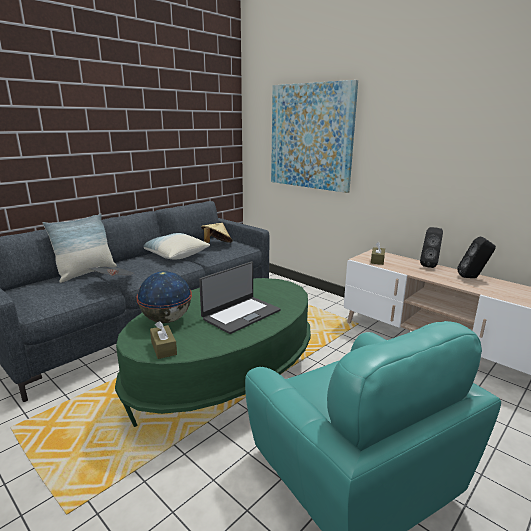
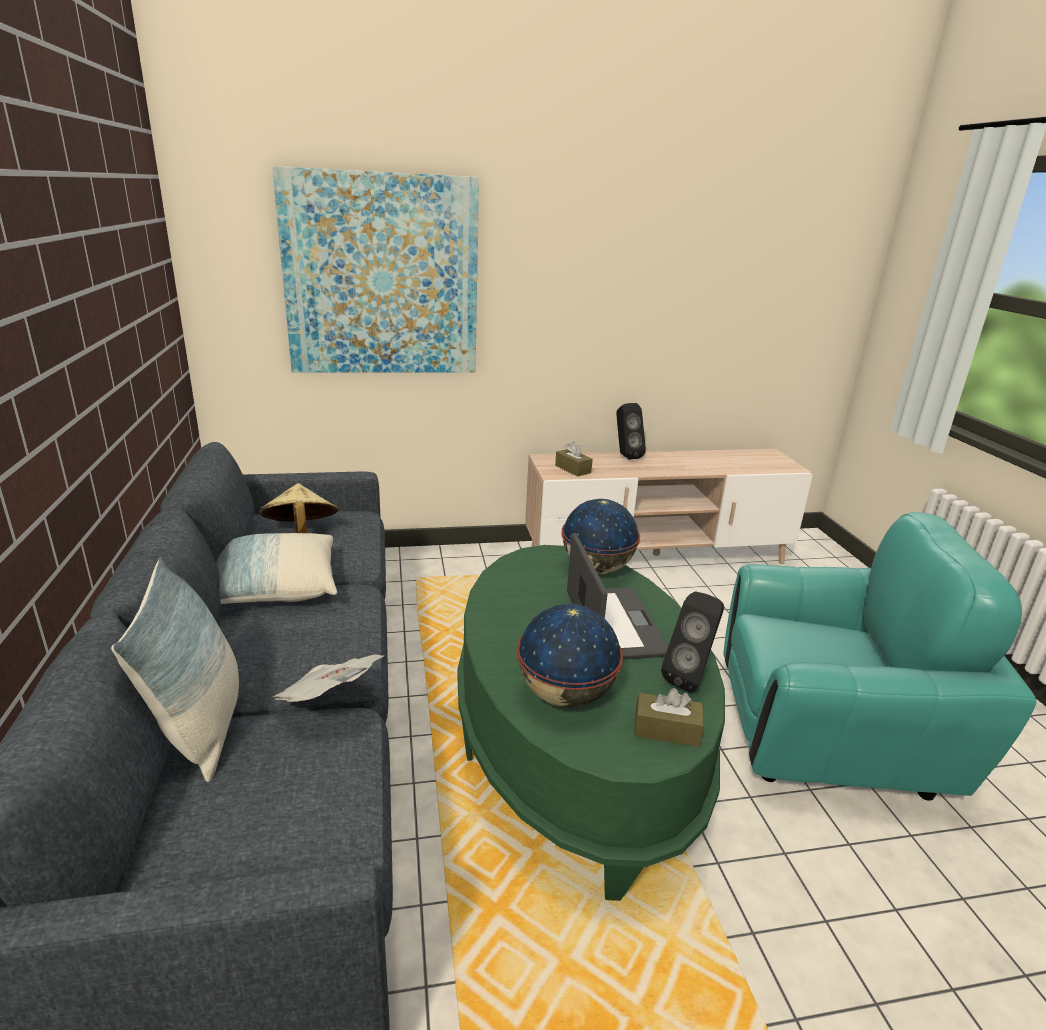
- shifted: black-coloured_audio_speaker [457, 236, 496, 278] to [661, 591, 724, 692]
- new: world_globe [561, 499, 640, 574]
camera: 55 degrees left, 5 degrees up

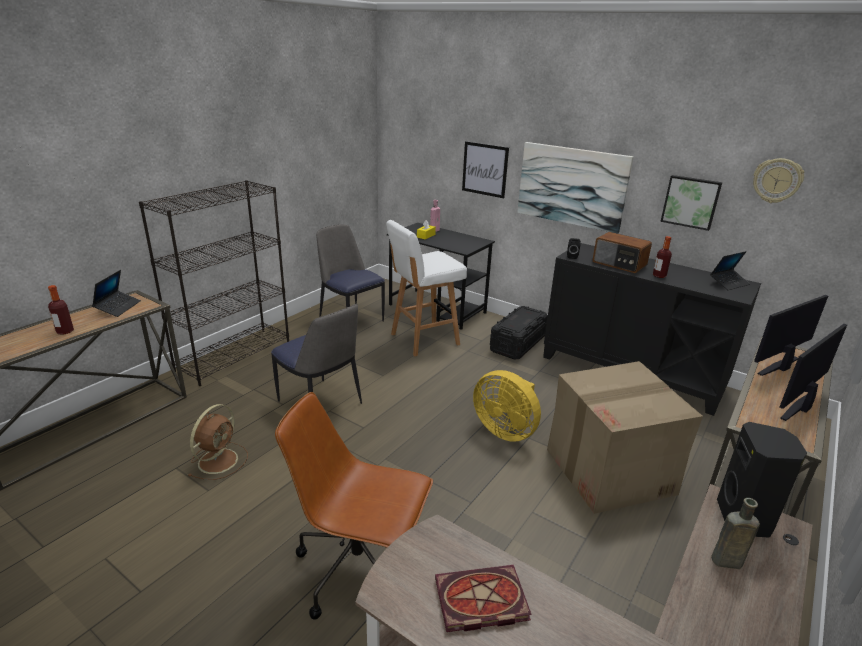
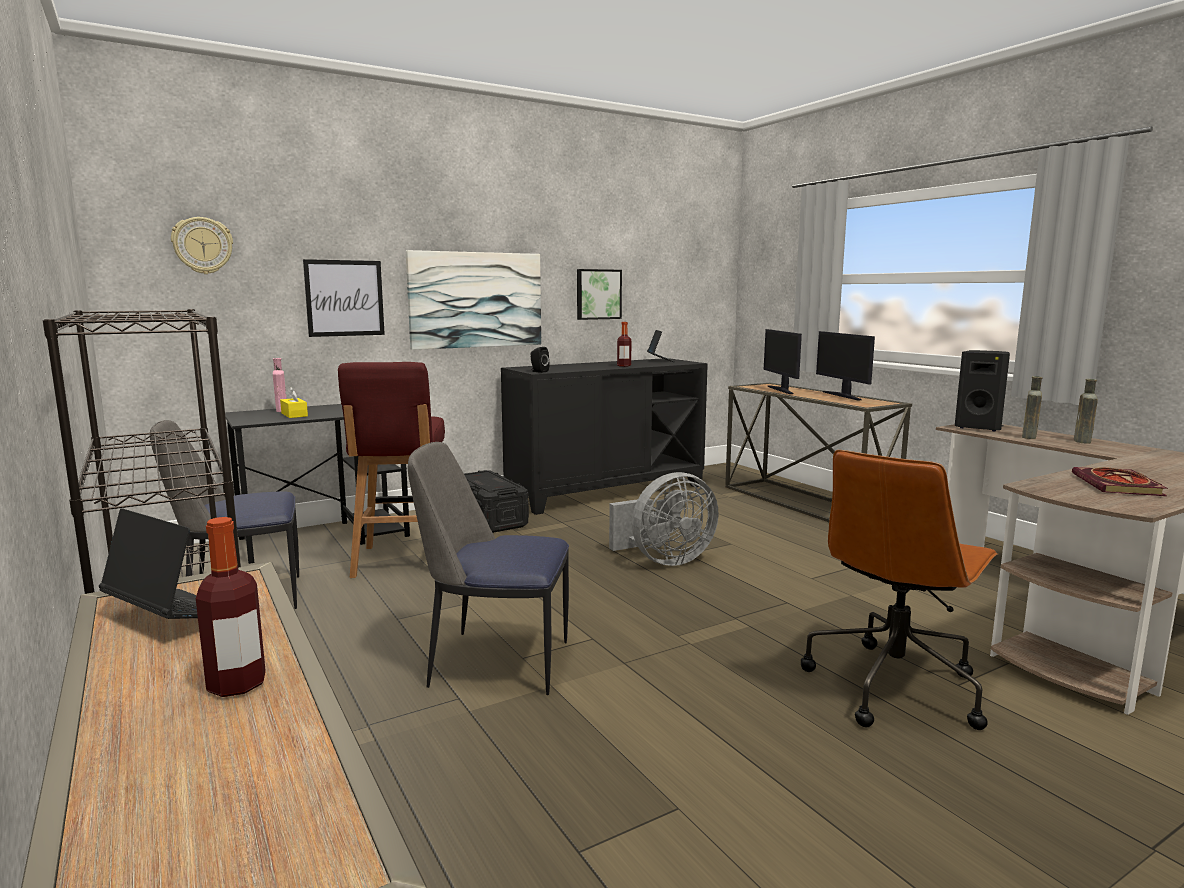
- gone: brown-coloured_cooling_fan [188, 404, 248, 480]
- rotated: chair [271, 304, 362, 404] = [408, 442, 569, 695] 150 degrees counterclockwise
- repainted: white_stool [386, 220, 467, 356] to red_stool [338, 362, 445, 578]
- repainted: yellow-coloured_cooling_fan [473, 370, 541, 442] to gray_cooling_fan [609, 472, 719, 566]
- gone: packing_box [547, 361, 703, 514]
- gone: radio_receiver [593, 232, 652, 273]
- shifted: clock_on_the_wall [753, 158, 804, 203] to [171, 217, 233, 274]
- new: brown-coloured_bottle [1074, 379, 1098, 444]
camera: 65 degrees left, 15 degrees down

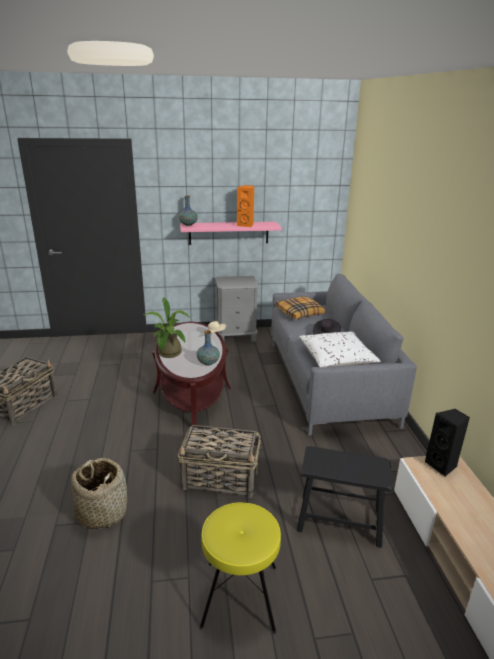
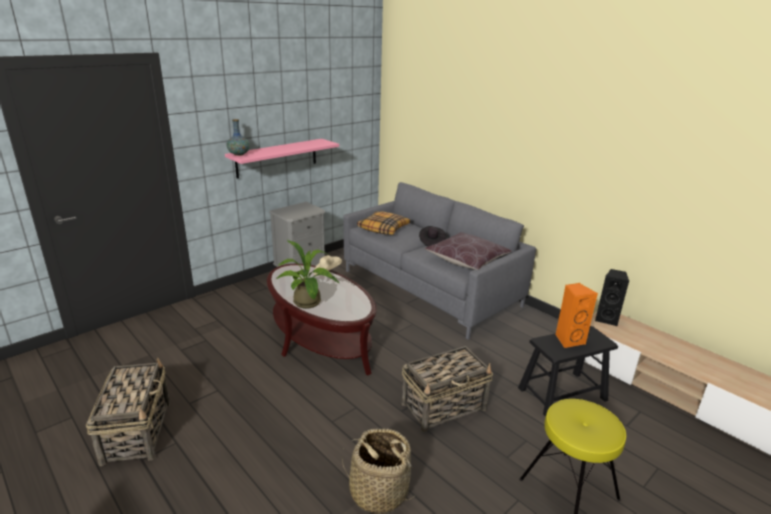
- gone: vase [197, 330, 220, 365]
- shifted: orangey_audio_speaker [237, 185, 254, 227] to [555, 283, 598, 348]
- repainted: white_pillow [299, 332, 381, 368] to brown-coloured_pillow [425, 232, 512, 270]
camera: 35 degrees left, 0 degrees up

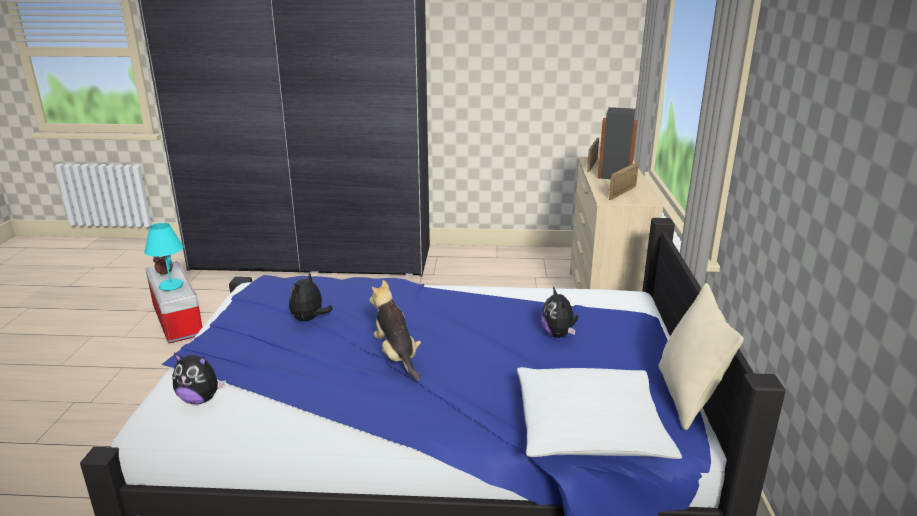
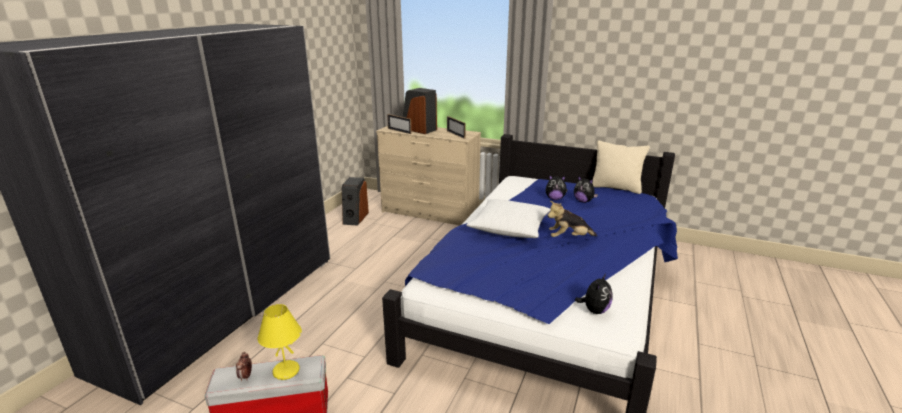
- repainted: turquoise_tabletop_lamp [144, 223, 184, 291] to yellow-coloured_tabletop_lamp [257, 304, 302, 380]
- shifted: plush_toy [289, 271, 333, 321] to [574, 176, 598, 203]
- shifted: white_pillow [517, 367, 682, 459] to [466, 199, 551, 238]
- new: audio_speaker [342, 177, 369, 226]
camera: 70 degrees left, 0 degrees up

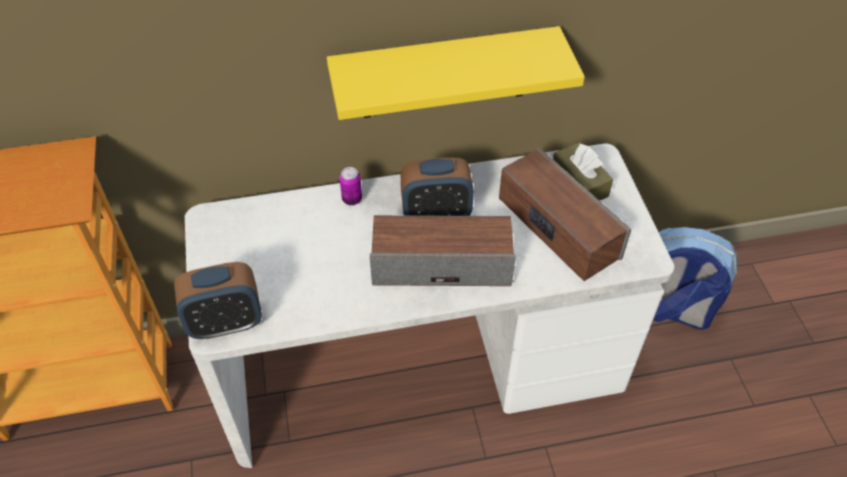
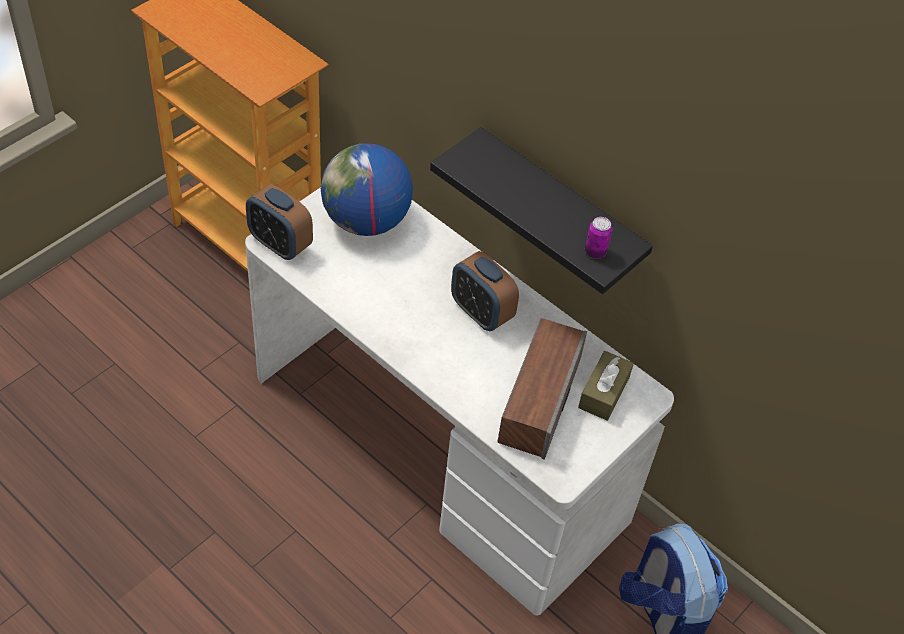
- repainted: yellow-coloured_wall_shelf [327, 26, 585, 120] to black-coloured_wall_shelf [430, 127, 653, 294]
- shifted: sealed_can [339, 167, 362, 205] to [585, 217, 612, 259]
- gone: audio_speaker [370, 215, 516, 286]
- new: world_globe [321, 143, 413, 236]
camera: 50 degrees right, 0 degrees up

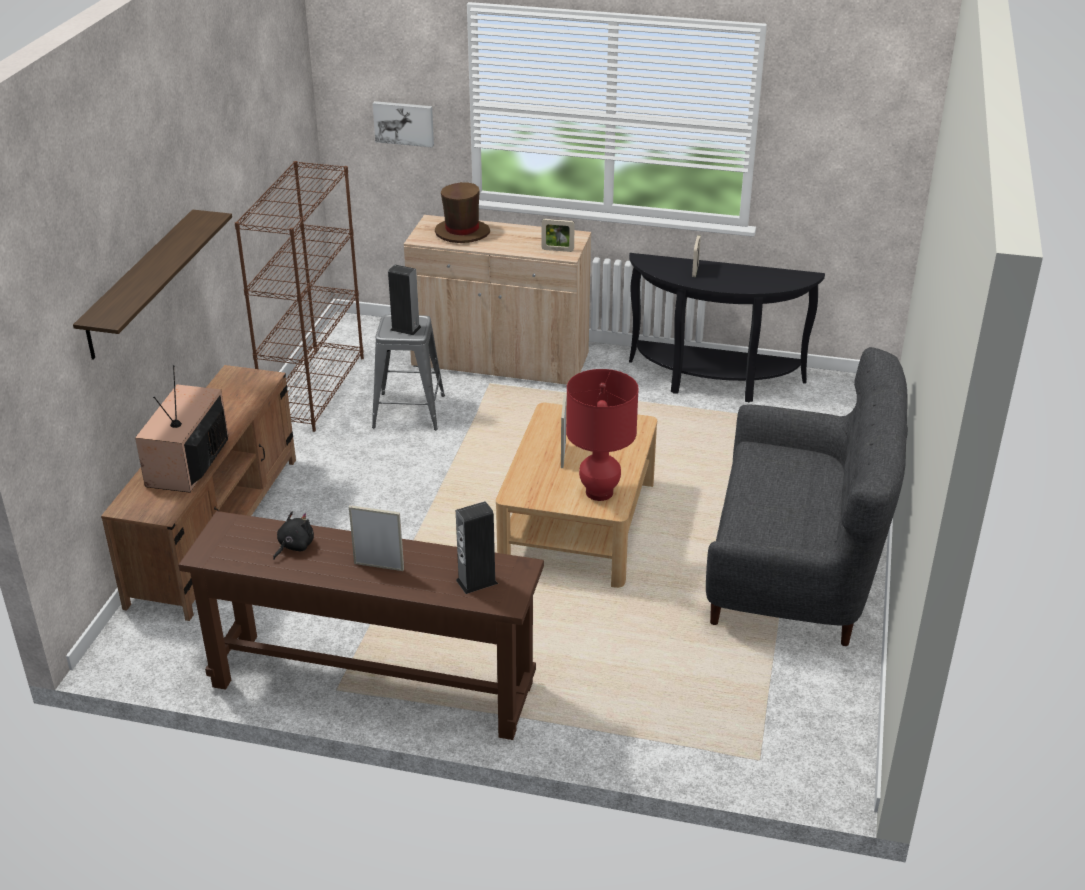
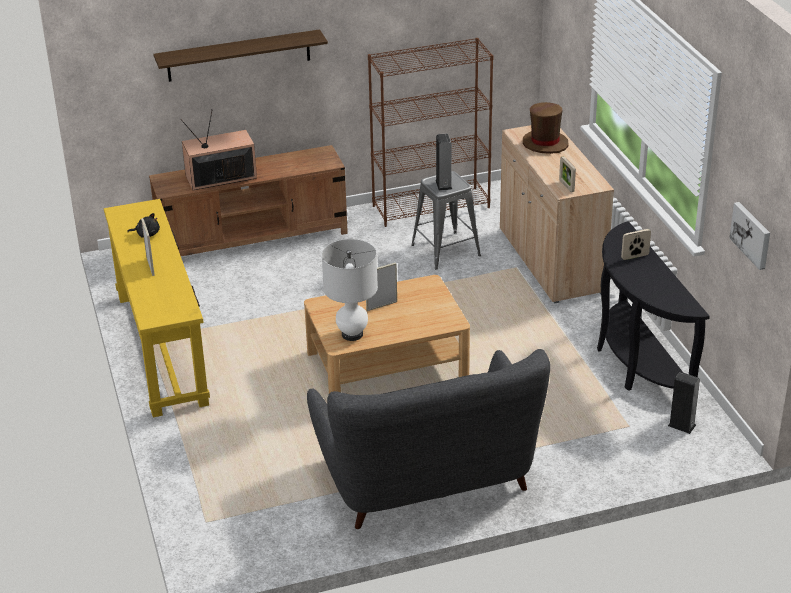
- repainted: brown-coloured_console_table [178, 511, 544, 740] to yellow-coloured_console_table [104, 199, 210, 417]
- shifted: wall_art [373, 101, 434, 147] to [729, 202, 770, 270]
- shifted: audio_speaker [456, 501, 498, 594] to [668, 372, 700, 434]
- repainted: red_tabletop_lamp [566, 369, 639, 501] to white_tabletop_lamp [322, 239, 378, 341]
camera: 60 degrees right, 0 degrees up

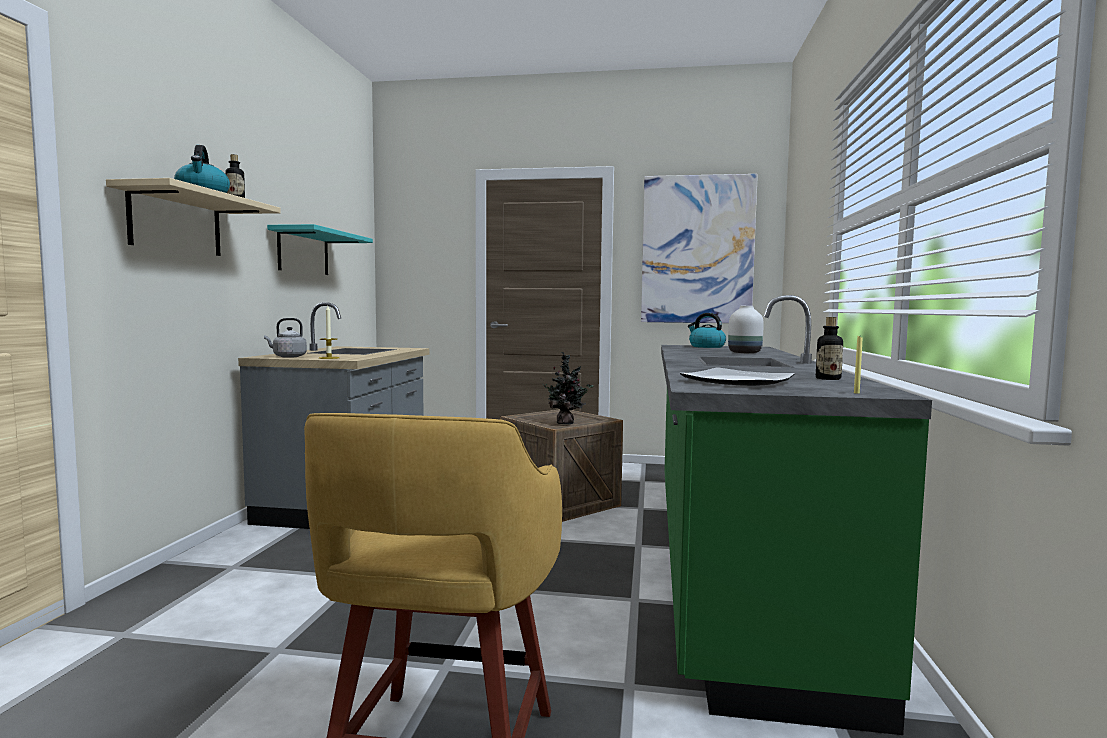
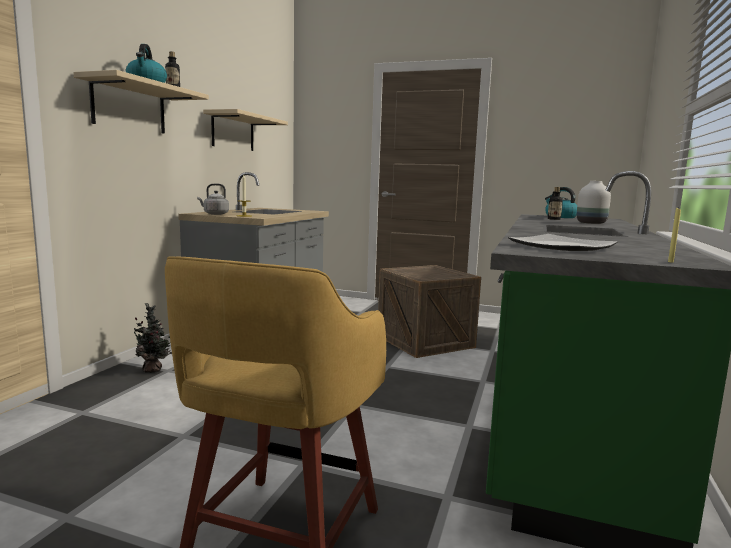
- repainted: turquoise_wall_shelf [267, 224, 373, 275] to beige_wall_shelf [203, 109, 288, 151]
- shifted: plant_in_a_pot [542, 352, 594, 424] to [134, 303, 172, 373]
- gone: wall_art [641, 174, 758, 323]
- shifted: bottle [816, 317, 843, 380] to [548, 187, 563, 220]
camera: 10 degrees right, 5 degrees up

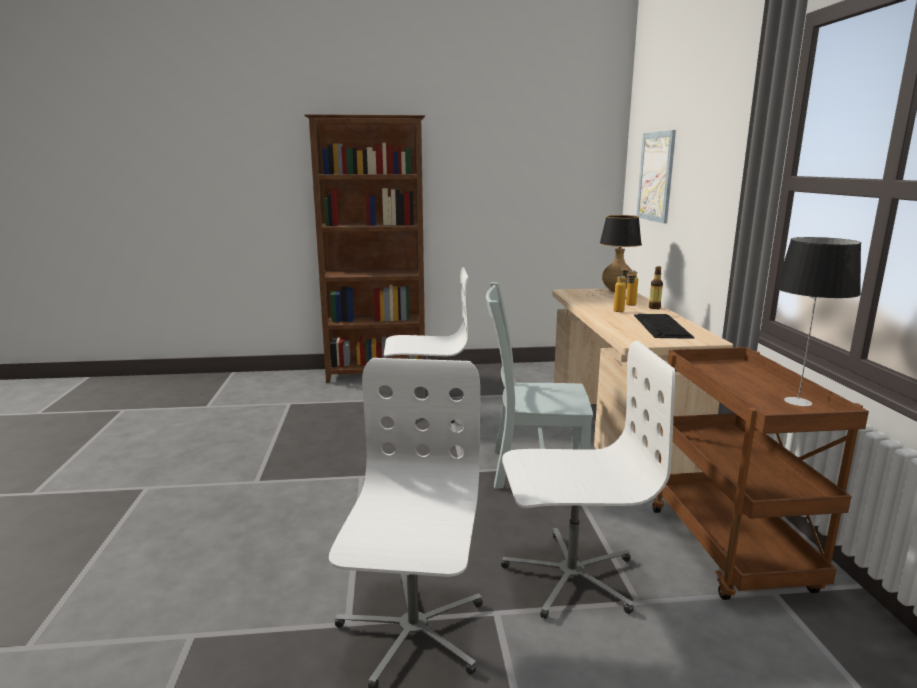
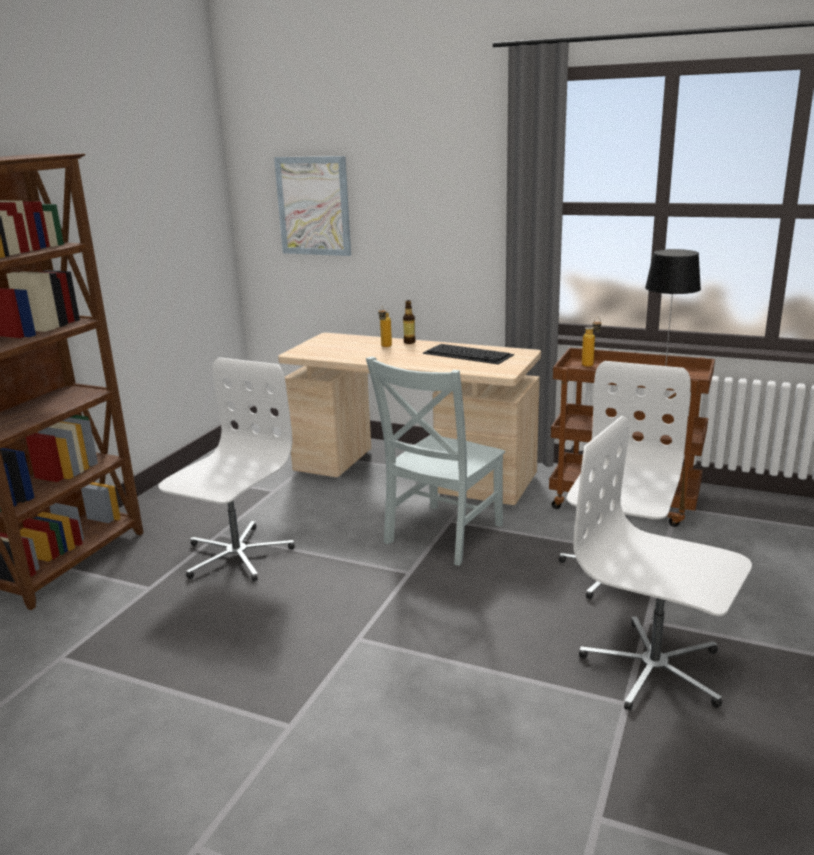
- gone: tabletop_lamp [589, 215, 642, 299]
- shifted: bottle [614, 270, 636, 312] to [582, 317, 601, 367]
camera: 60 degrees left, 5 degrees up

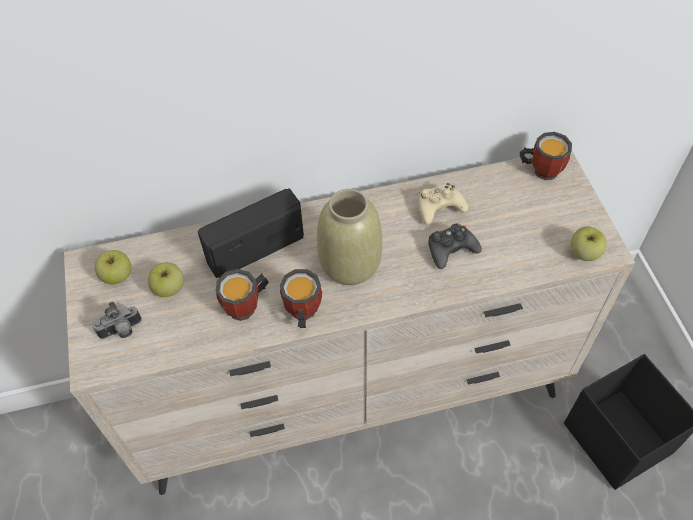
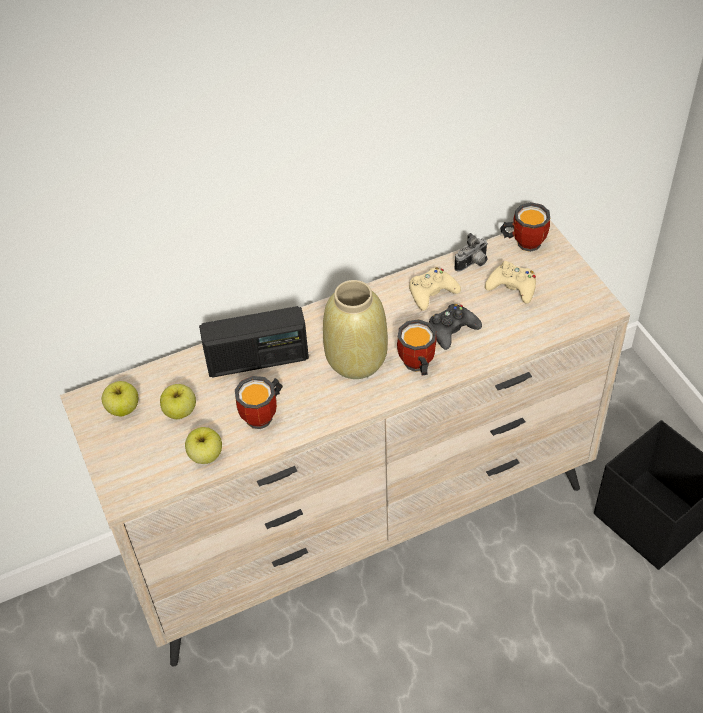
- shifted: still_camera [93, 302, 142, 339] to [454, 233, 488, 272]
- rotated: radio_receiver [197, 188, 304, 278] = [199, 306, 309, 377] 150 degrees counterclockwise
- shifted: coffee_mug [280, 269, 322, 328] to [397, 319, 437, 375]
- shifted: apple_fruit [571, 227, 606, 261] to [185, 427, 222, 464]
- new: beige_joypad [485, 261, 536, 304]
camera: 10 degrees left, 5 degrees down

